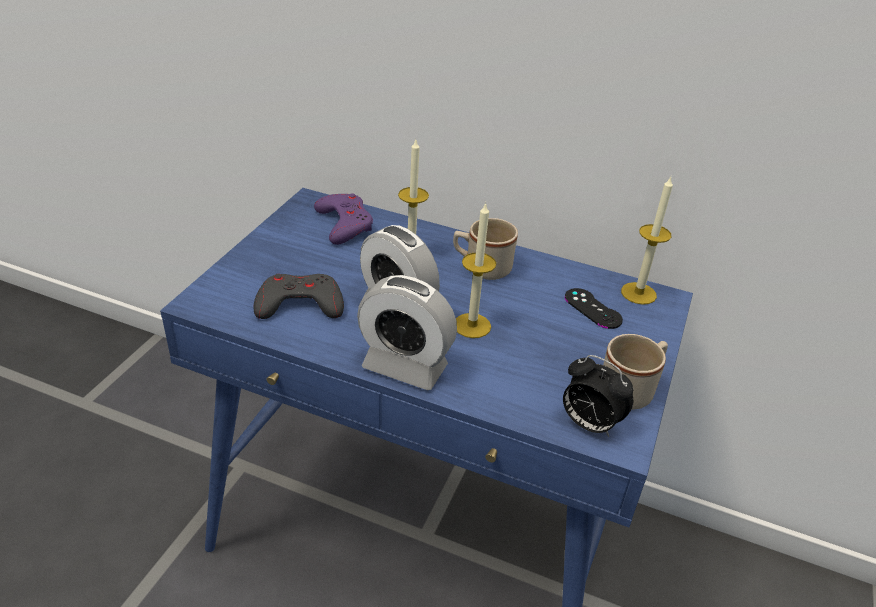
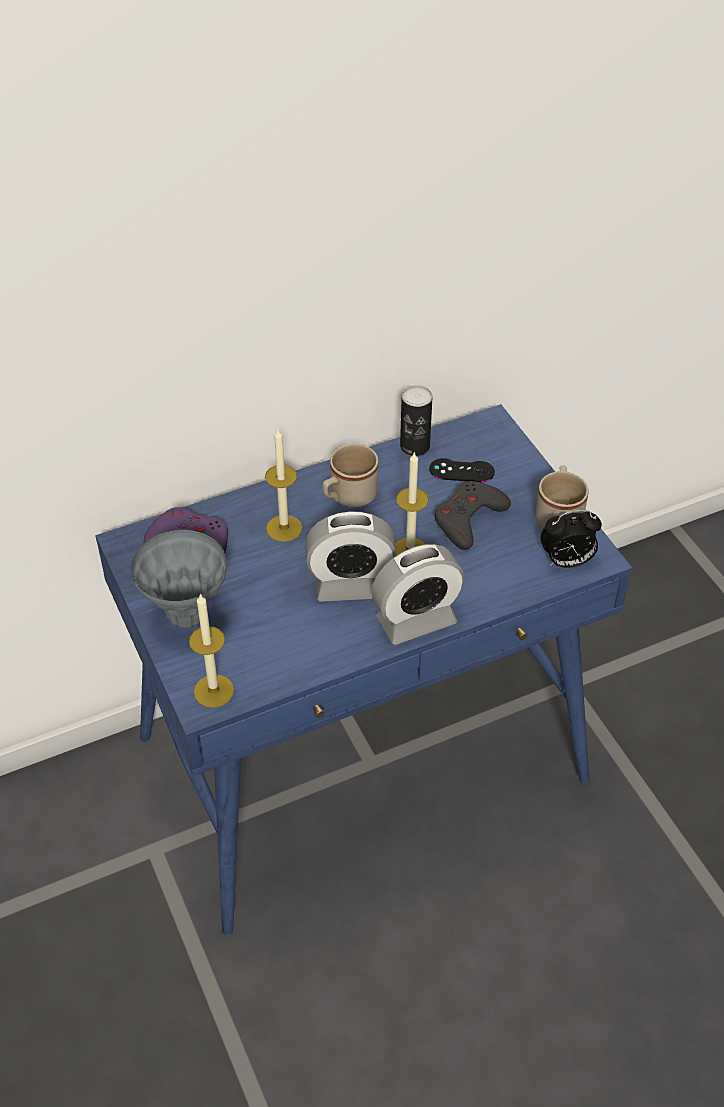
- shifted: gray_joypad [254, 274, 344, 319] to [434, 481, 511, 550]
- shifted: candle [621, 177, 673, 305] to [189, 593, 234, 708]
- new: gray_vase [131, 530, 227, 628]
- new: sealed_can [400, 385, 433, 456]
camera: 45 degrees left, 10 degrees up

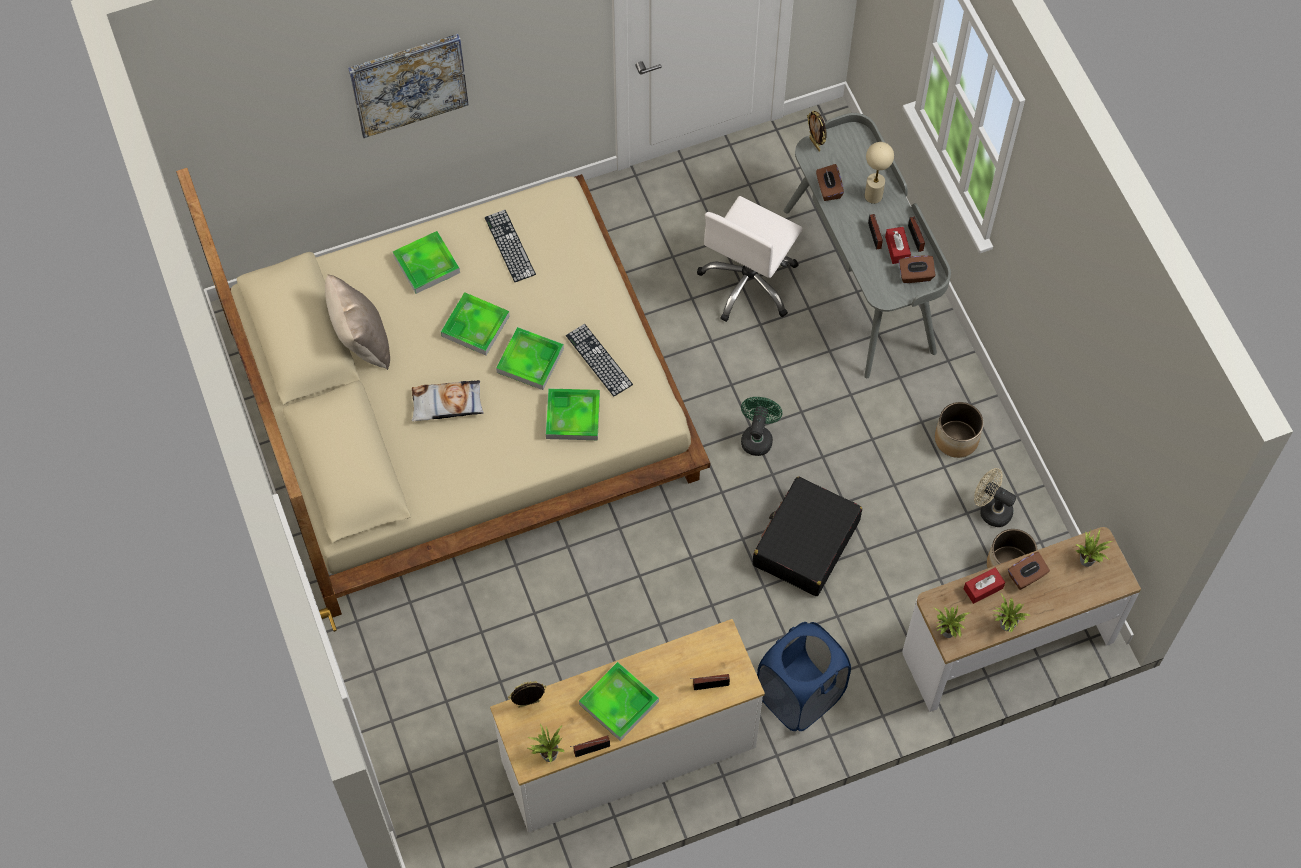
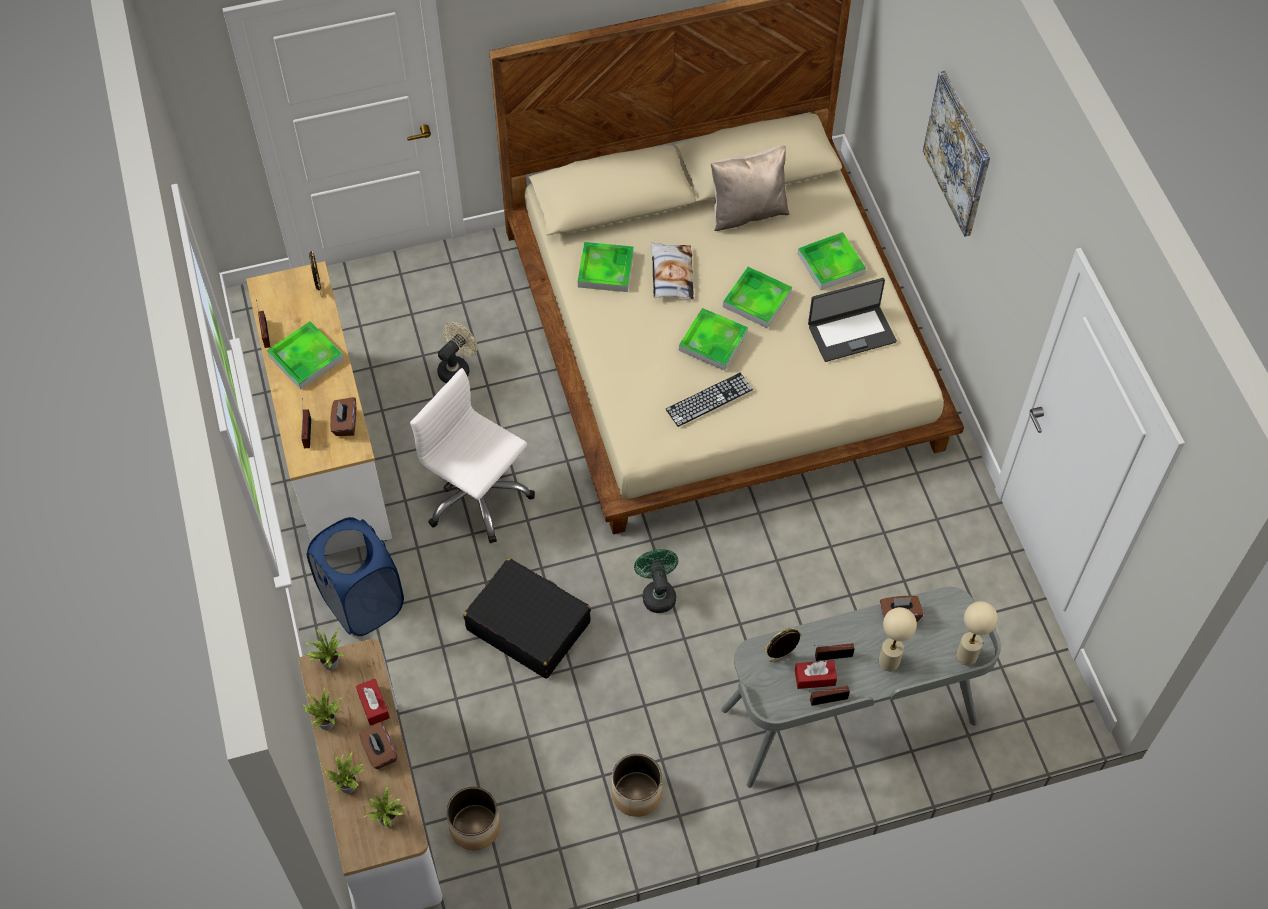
- swapped: computer_keyboard [485, 210, 536, 282] to portable_computer [808, 278, 897, 362]
- shifted: plant_in_a_pot [528, 724, 565, 763] to [323, 751, 365, 794]
- shifted: carrying_tray [546, 388, 600, 440] to [578, 242, 634, 292]
- shifted: white_office_chair [697, 196, 803, 322] to [410, 368, 535, 543]
- rotated: green-coloured_cooling_fan [741, 397, 782, 456] = [634, 549, 678, 613] 120 degrees counterclockwise
- shifted: standing_frame [807, 111, 827, 151] to [764, 627, 802, 662]
- shifted: brown-coloured_tissue_box [899, 255, 936, 283] to [330, 397, 356, 436]
- shifted: beige_cooling_fan [974, 468, 1016, 527] to [437, 322, 478, 383]
- new: beige_tabletop_lamp [956, 601, 998, 666]
camera: 95 degrees right, 5 degrees down

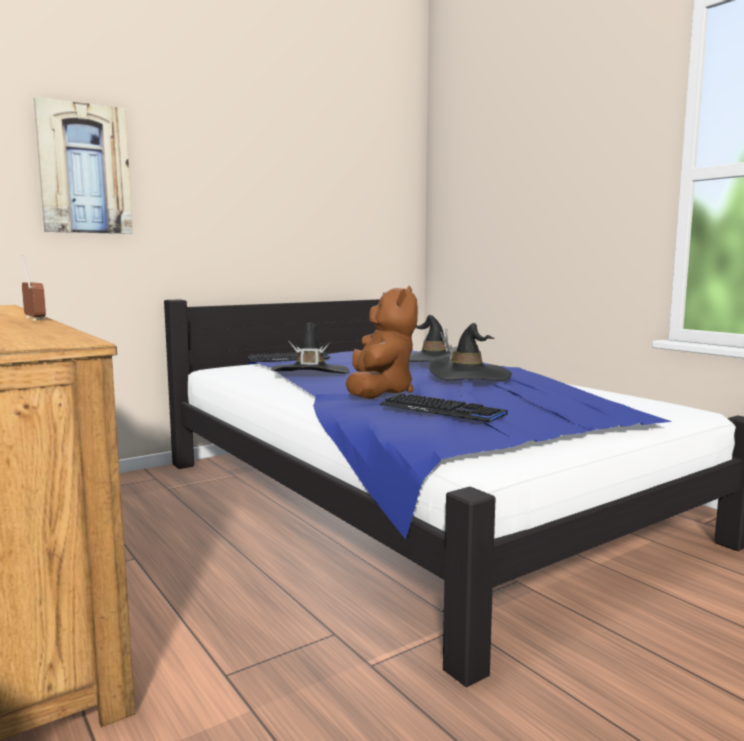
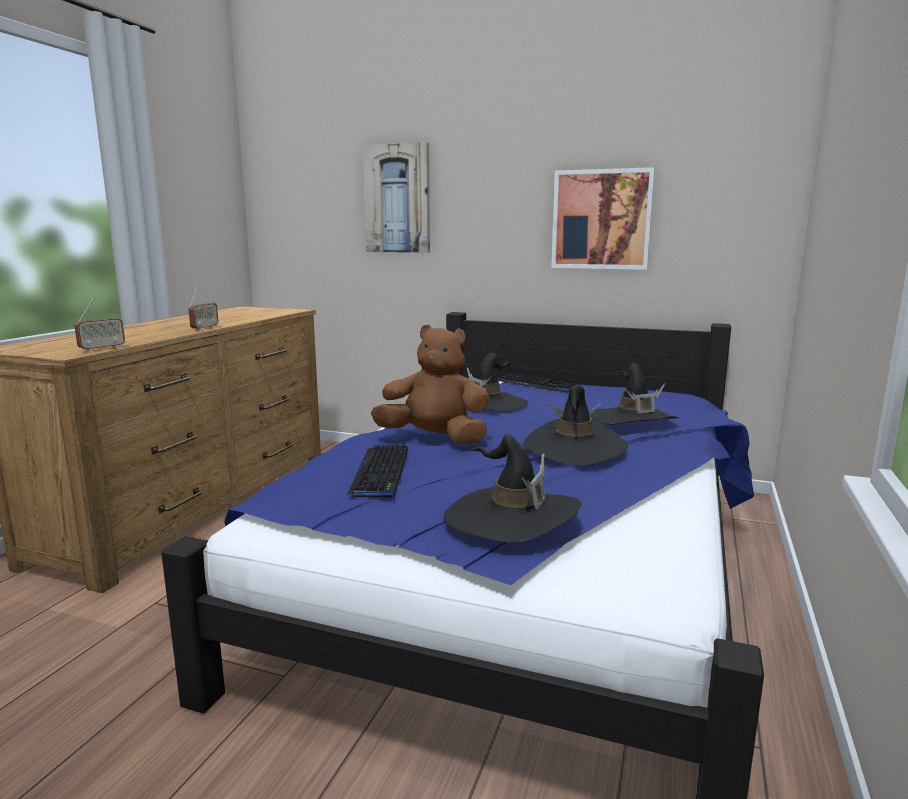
- rotated: brown-coloured_plush_toy [346, 286, 418, 399] = [371, 324, 490, 445] 135 degrees counterclockwise
- new: radio_receiver [74, 297, 125, 352]
- new: black-coloured_clothing_hat [444, 434, 582, 543]
- new: wall_art [551, 167, 655, 270]
camera: 55 degrees right, 5 degrees up

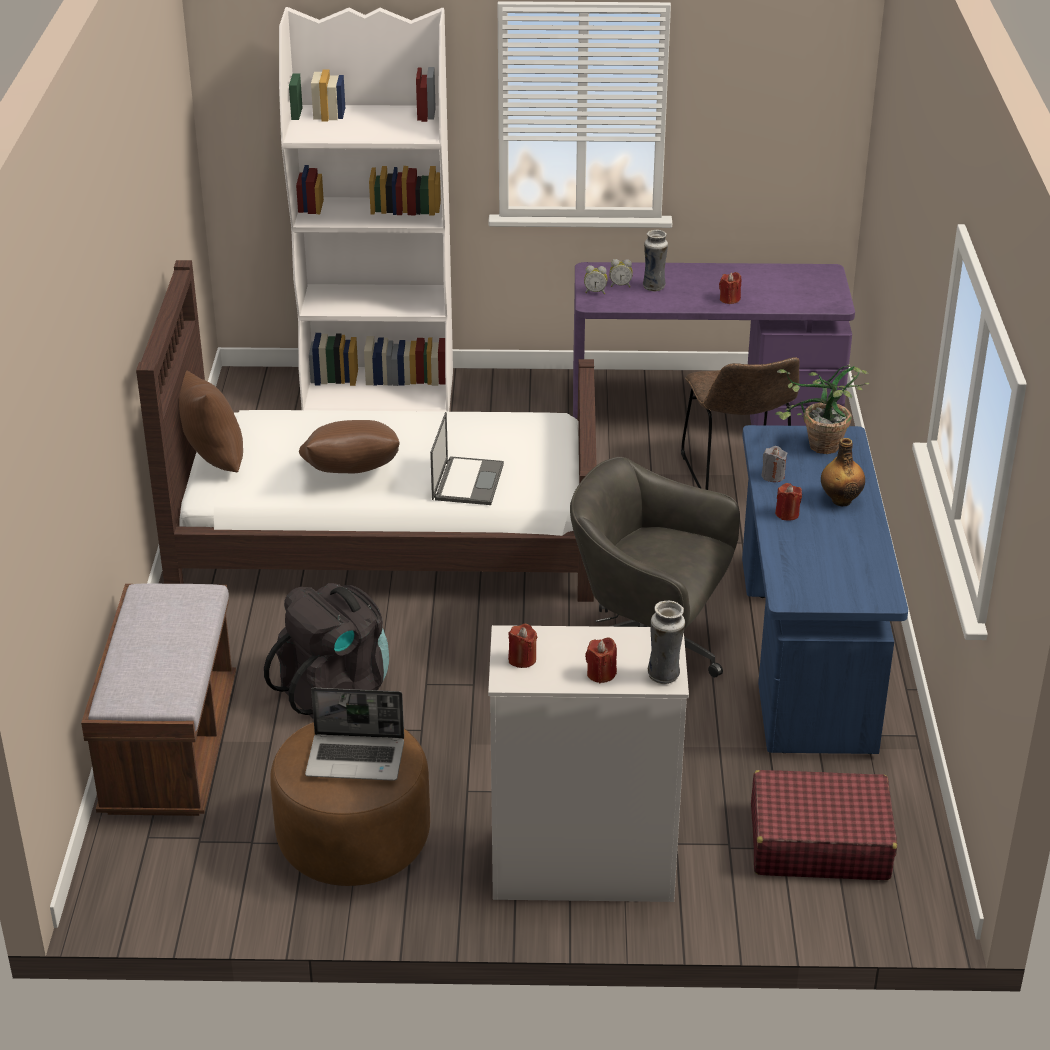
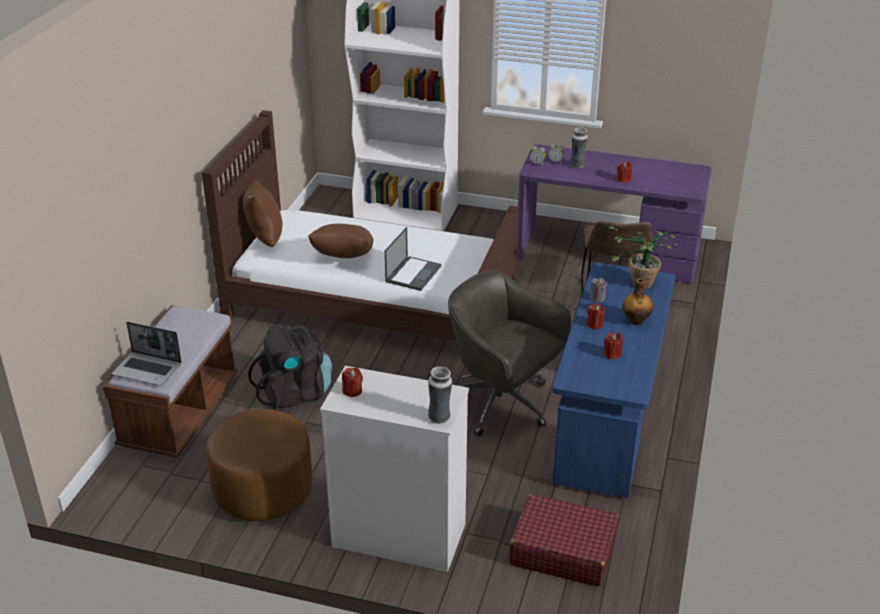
- shifted: portable_computer [305, 688, 404, 781] to [112, 322, 182, 386]
- shifted: red_candle [585, 637, 617, 683] to [604, 333, 623, 359]
camera: 15 degrees right, 0 degrees up

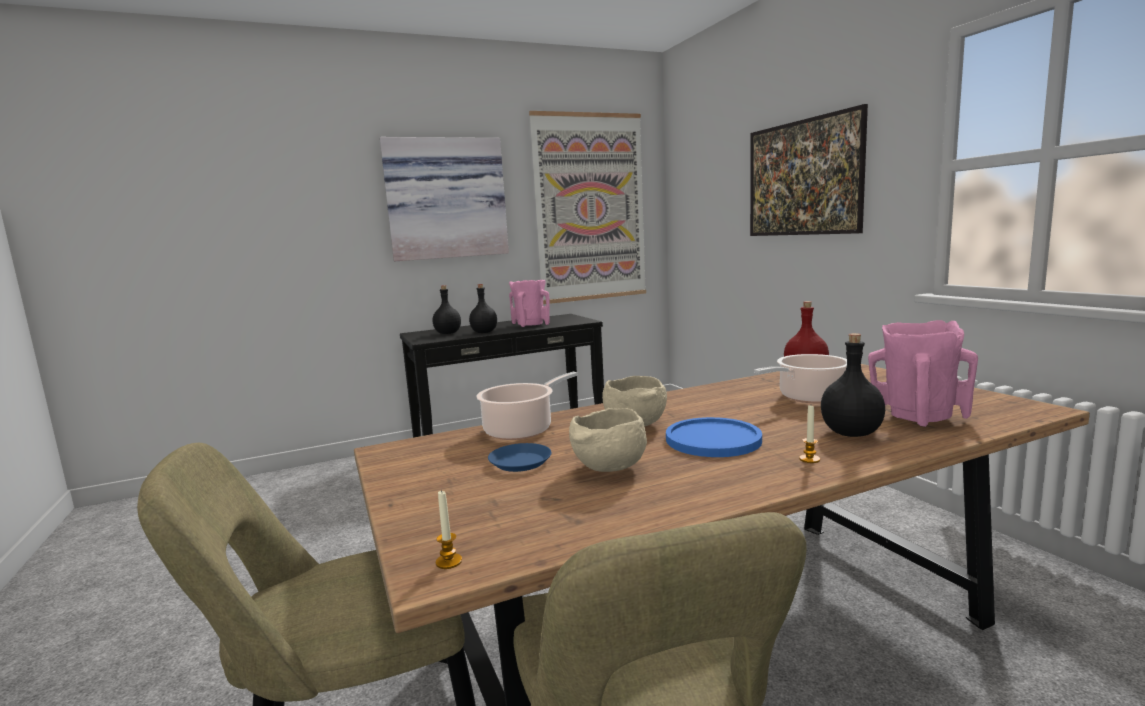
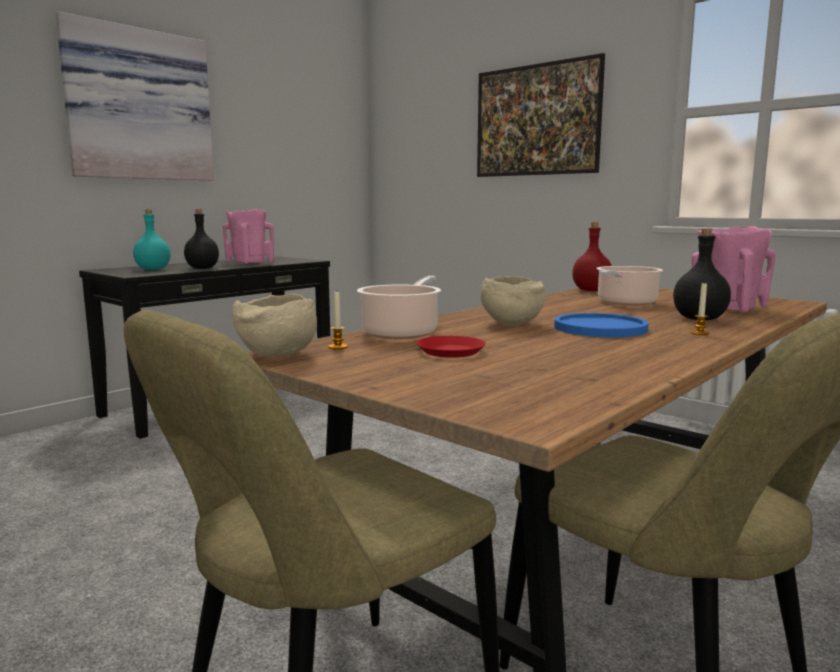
- repainted: black-coloured_bottle [433, 285, 461, 334] to turquoise_bottle [133, 209, 171, 270]
- shifted: candle [436, 490, 462, 569] to [328, 292, 348, 350]
- repainted: blue_dinner_plate [488, 443, 552, 472] to red_dinner_plate [416, 336, 486, 358]
- gone: wall_art [529, 111, 646, 304]
- shifted: beige_deep_dish [569, 408, 647, 472] to [232, 293, 317, 357]
camera: 25 degrees left, 0 degrees up

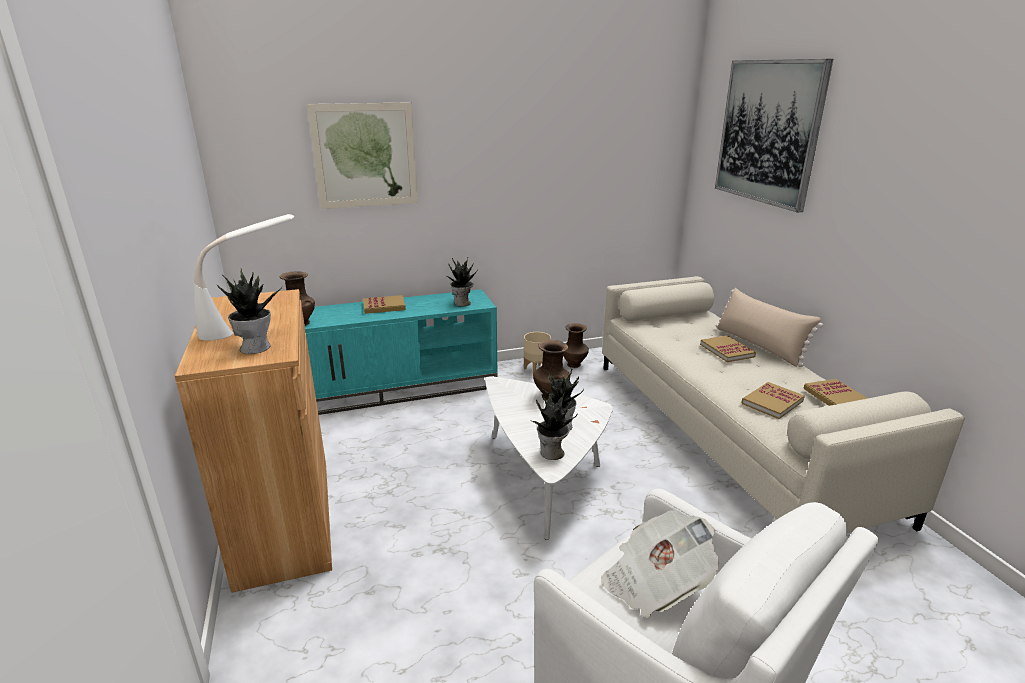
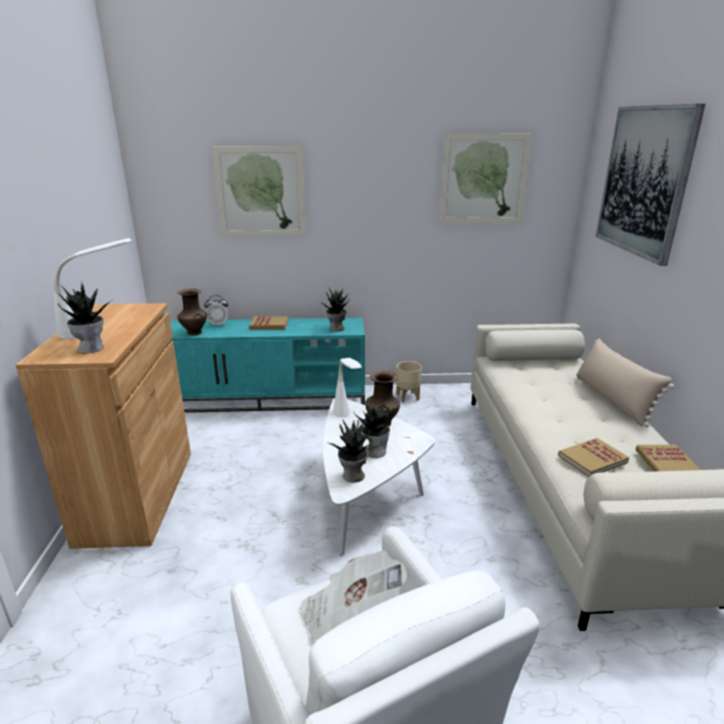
- gone: brown-coloured_vase [563, 323, 589, 368]
- gone: bound_book [700, 335, 756, 362]
- new: table_clock [204, 295, 229, 326]
- new: white_tabletop_lamp [333, 358, 362, 417]
- new: wall_art [439, 133, 532, 224]
camera: 15 degrees right, 0 degrees up

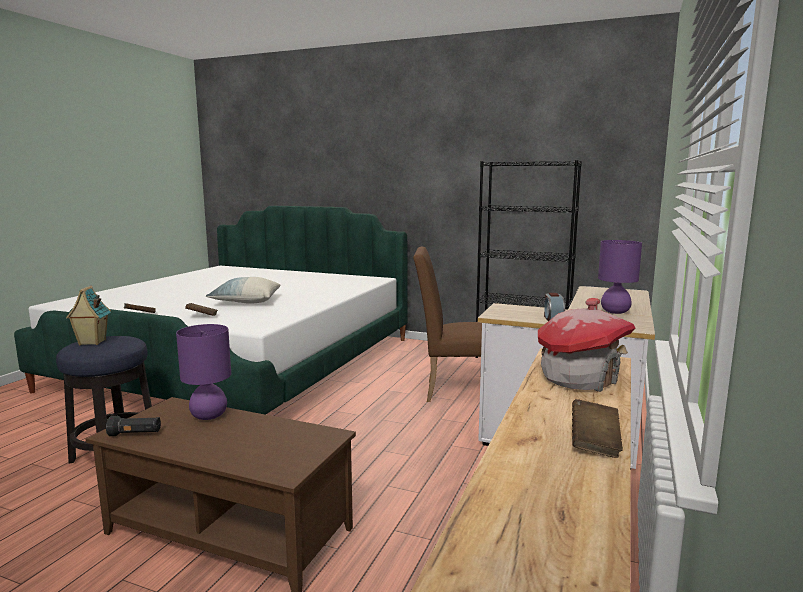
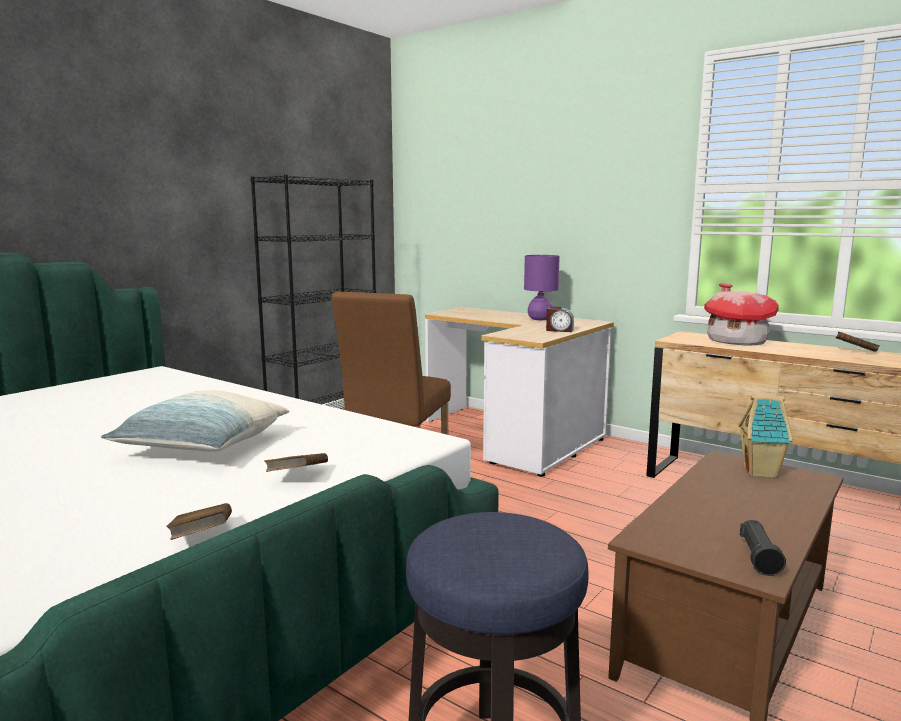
- shifted: toy_house [66, 286, 111, 345] to [738, 395, 793, 478]
- gone: purple-coloured_tabletop_lamp [176, 324, 231, 420]
camera: 75 degrees left, 0 degrees up

